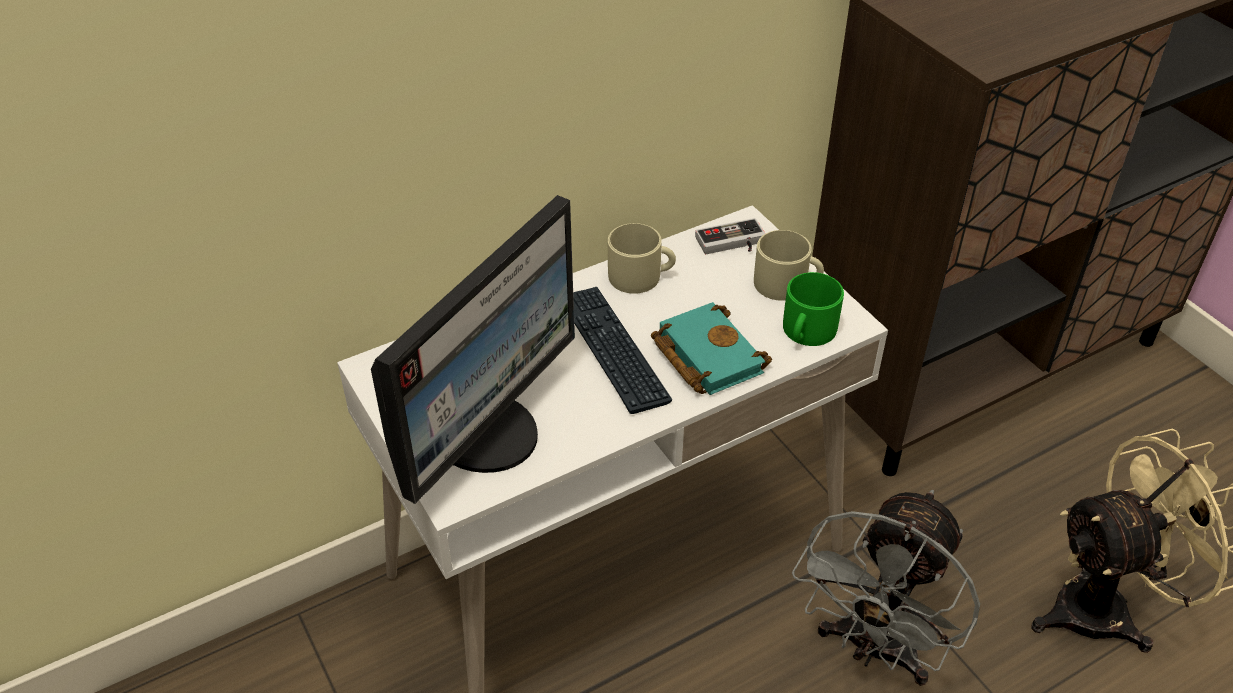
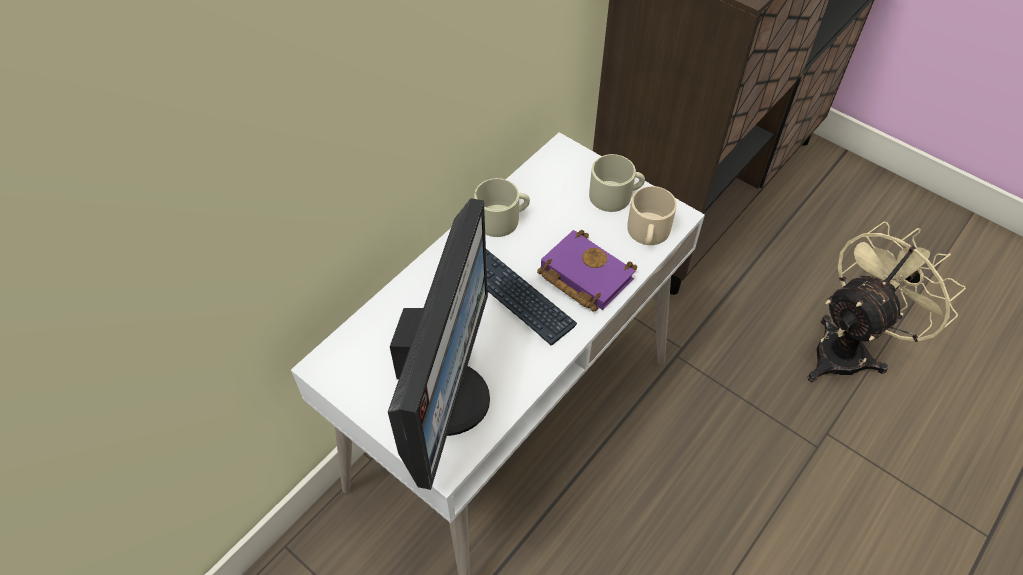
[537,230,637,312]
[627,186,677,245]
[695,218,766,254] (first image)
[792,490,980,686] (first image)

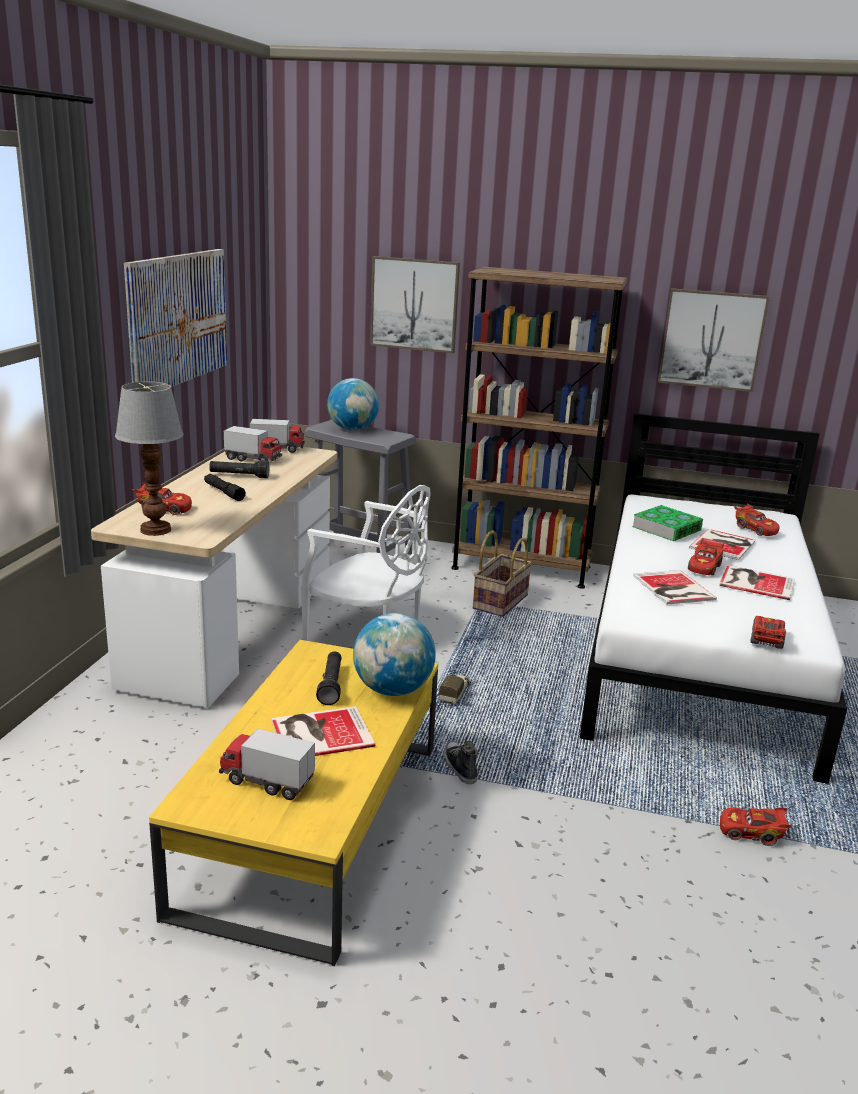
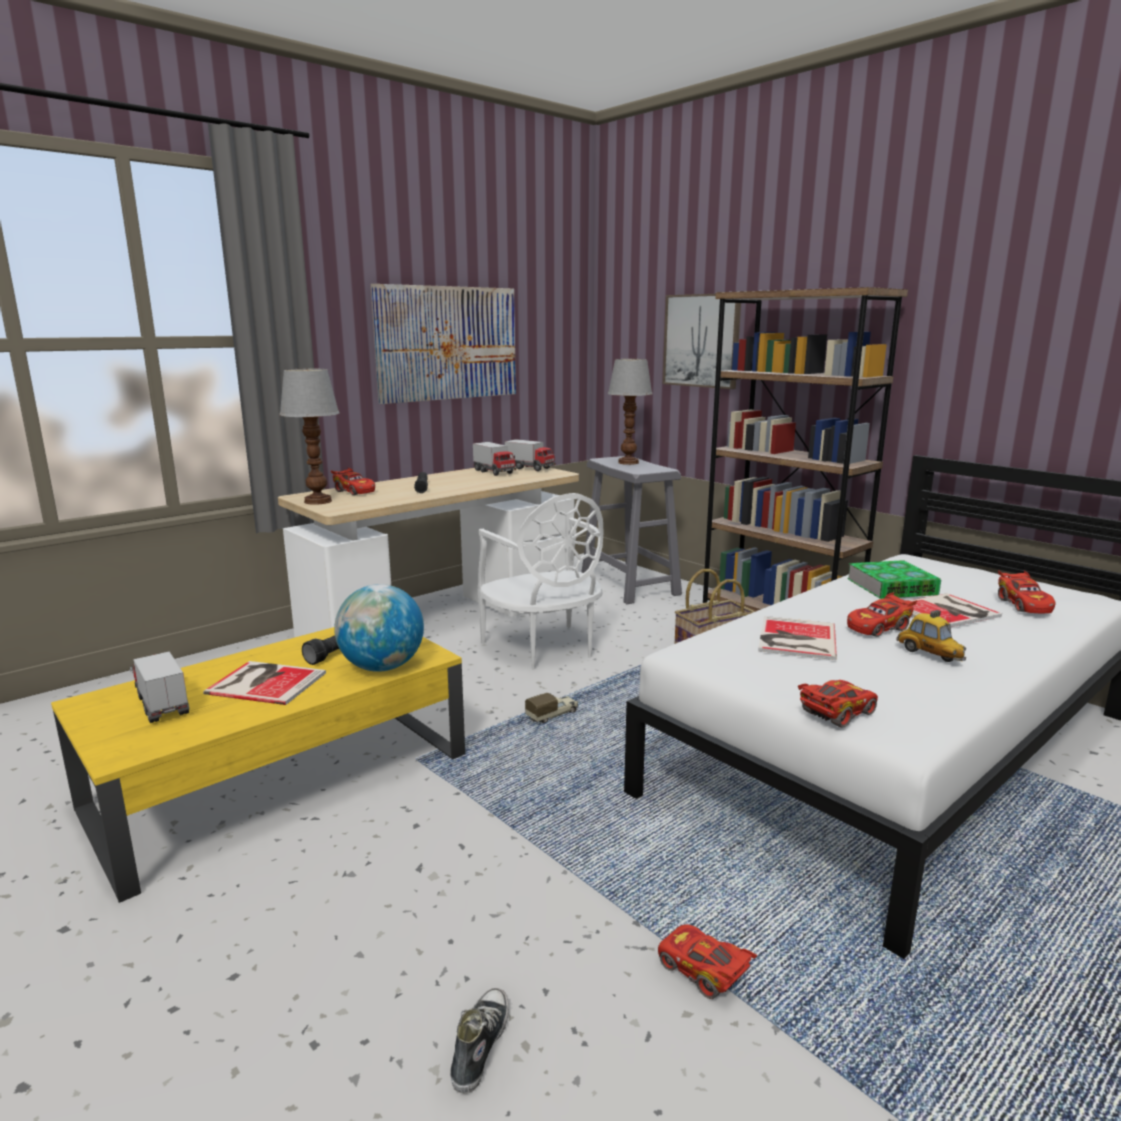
[450,988,509,1094]
[608,359,652,465]
[897,610,966,662]
[209,460,269,478] (first image)
[658,288,769,392] (first image)

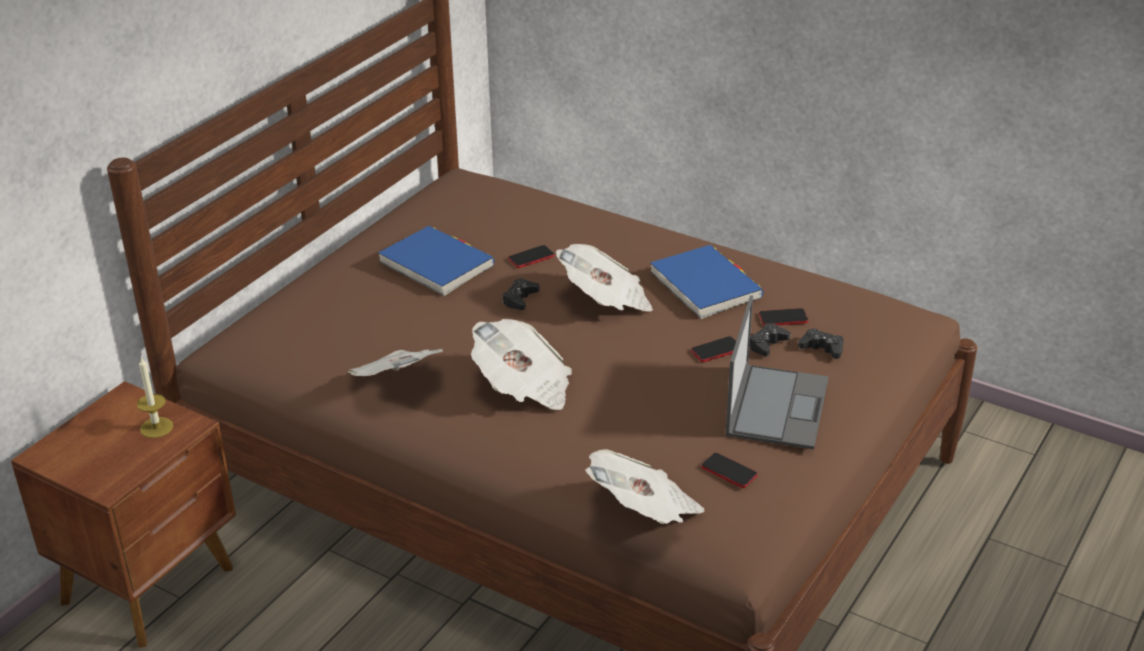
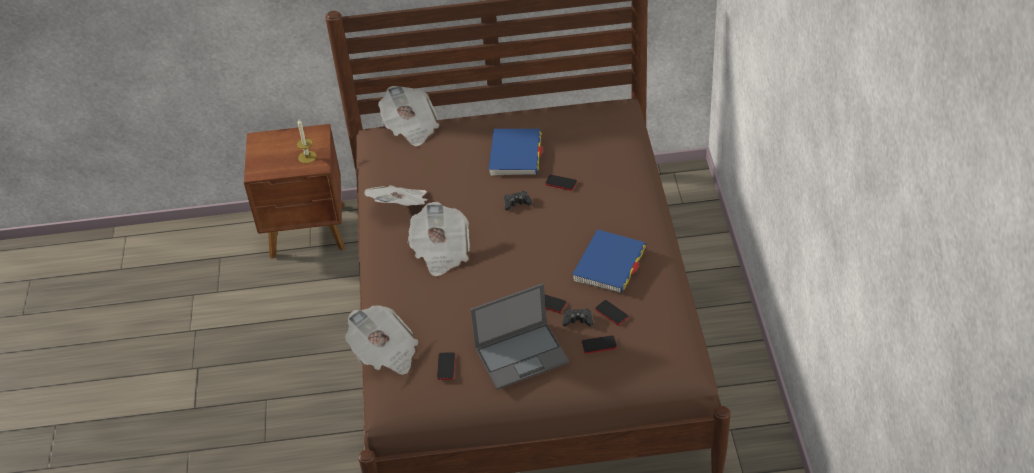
[378,86,439,146]
[582,335,617,354]

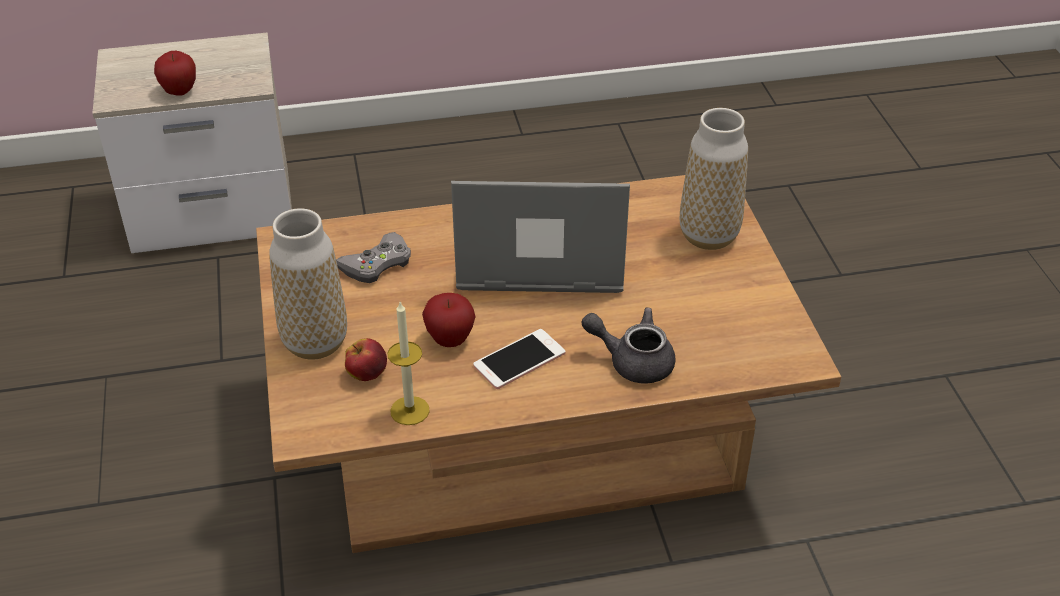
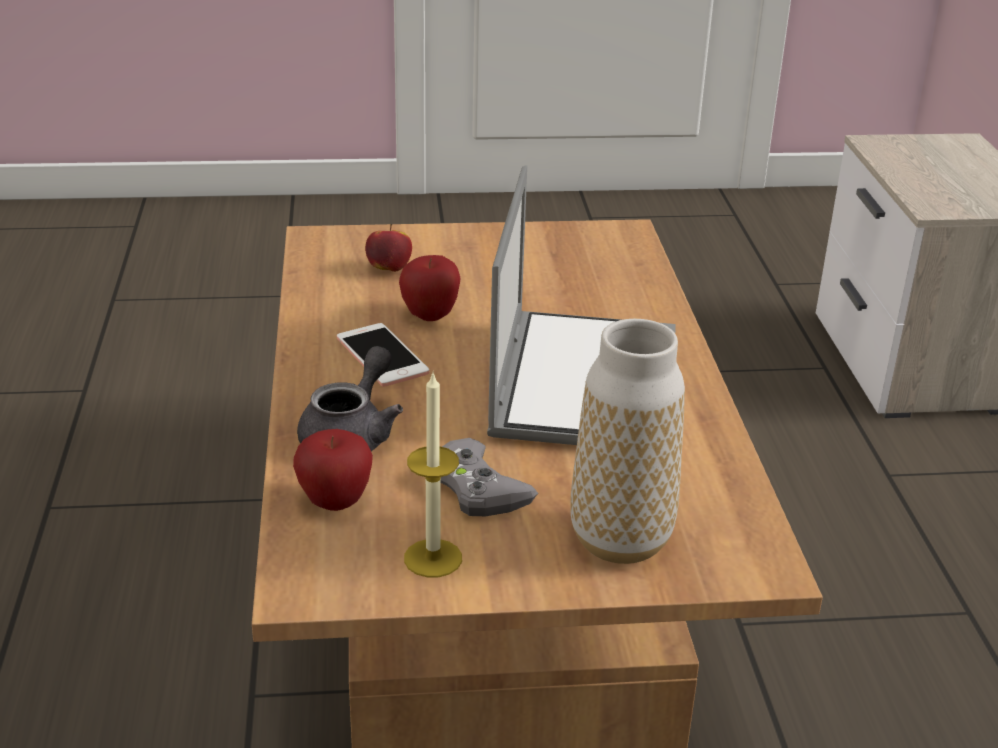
[293,429,373,511]
[404,371,462,577]
[441,438,538,516]
[269,208,347,360] (first image)

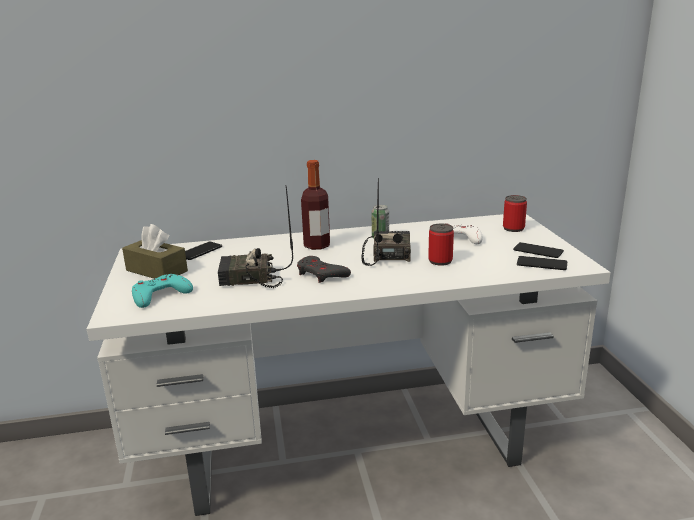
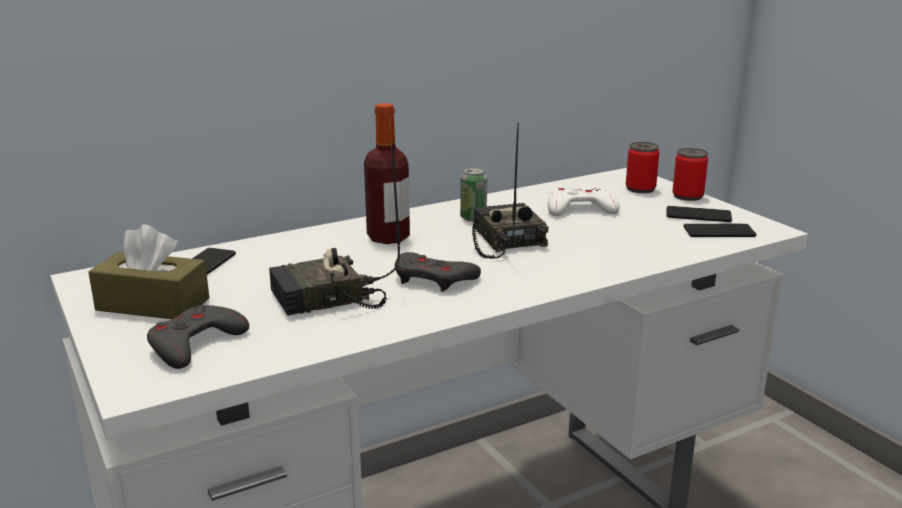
[147,305,249,369]
[672,148,708,201]

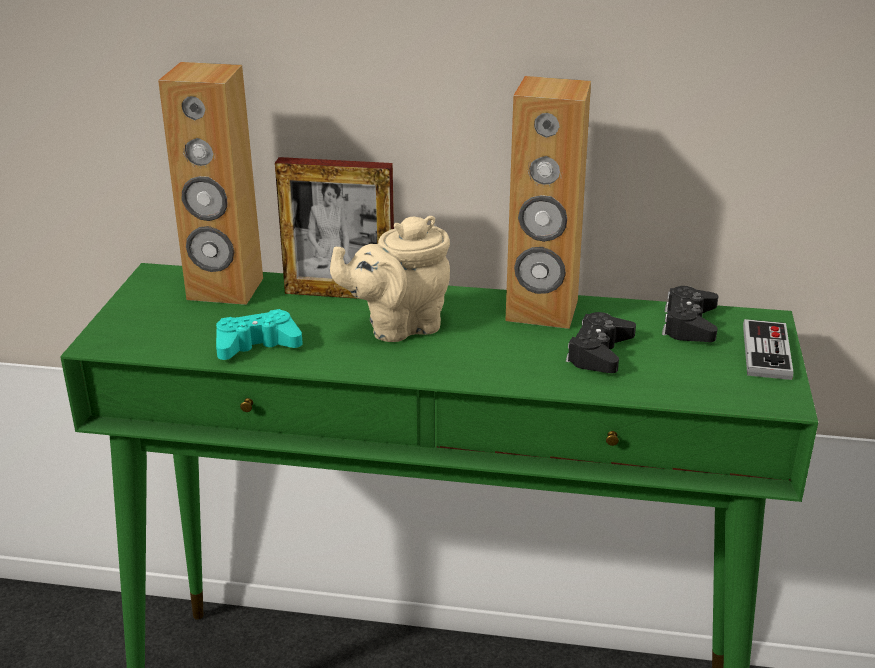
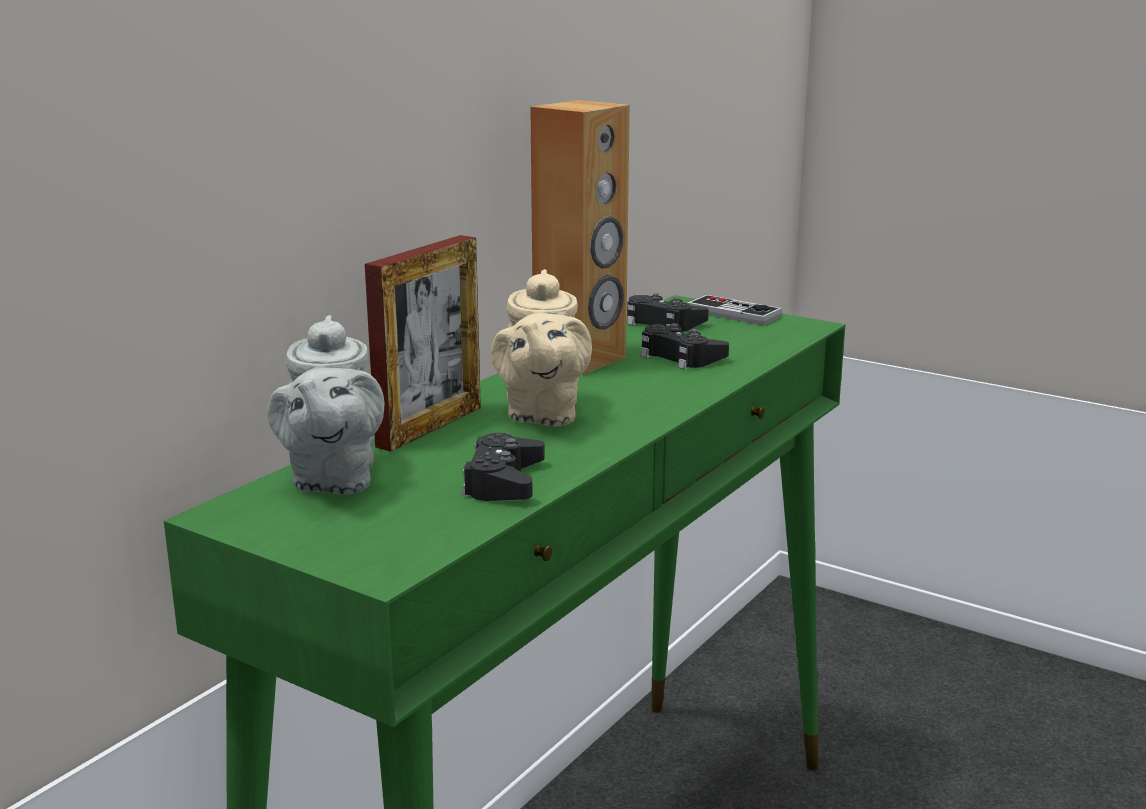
[267,315,384,495]
[462,433,545,501]

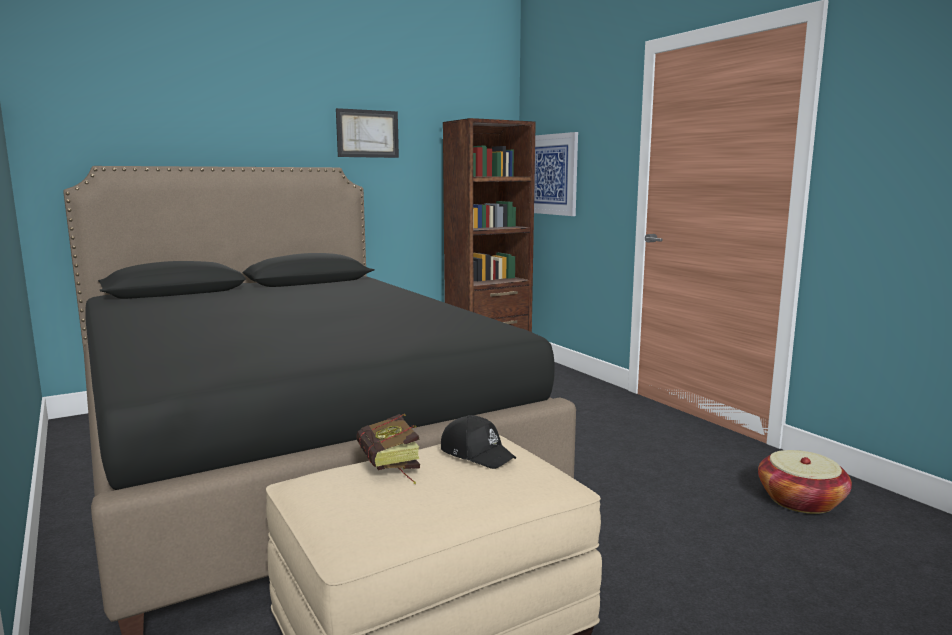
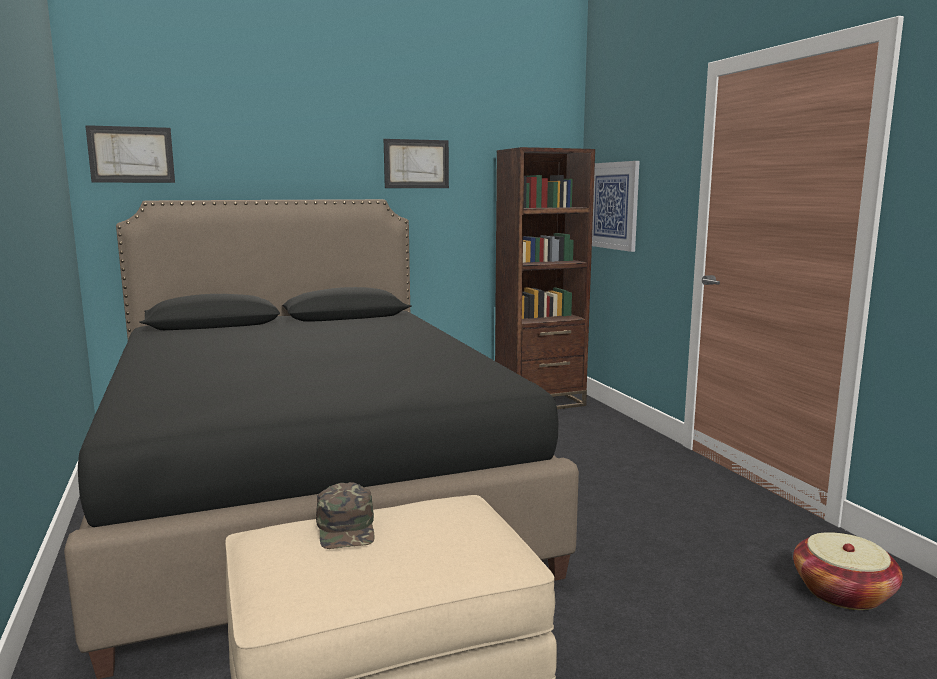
[85,125,175,183]
[316,482,375,549]
[441,415,517,469] (first image)

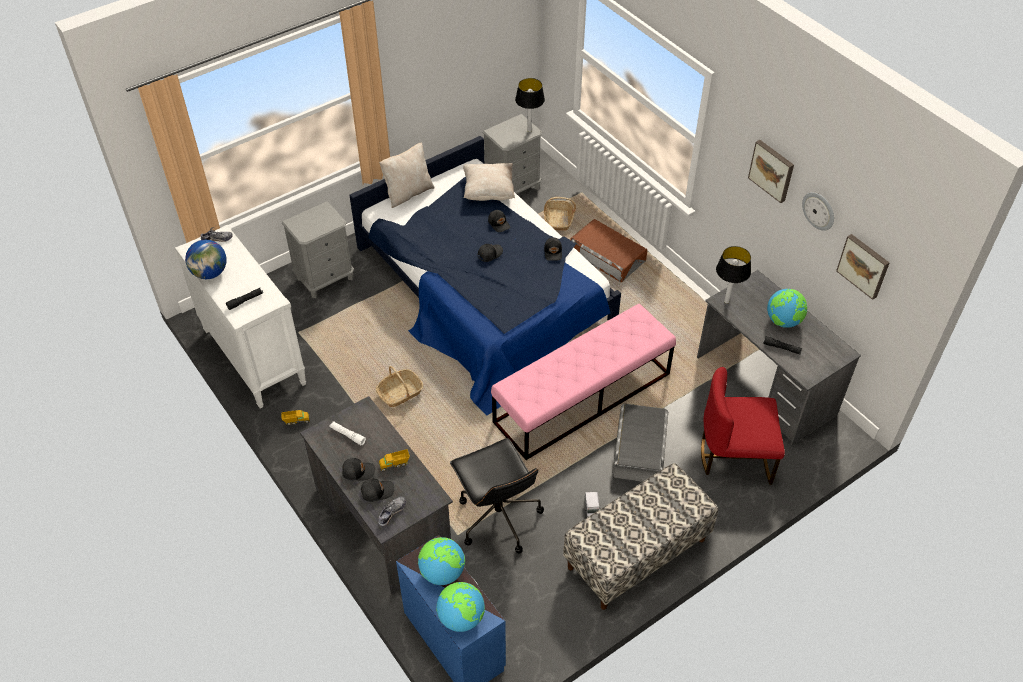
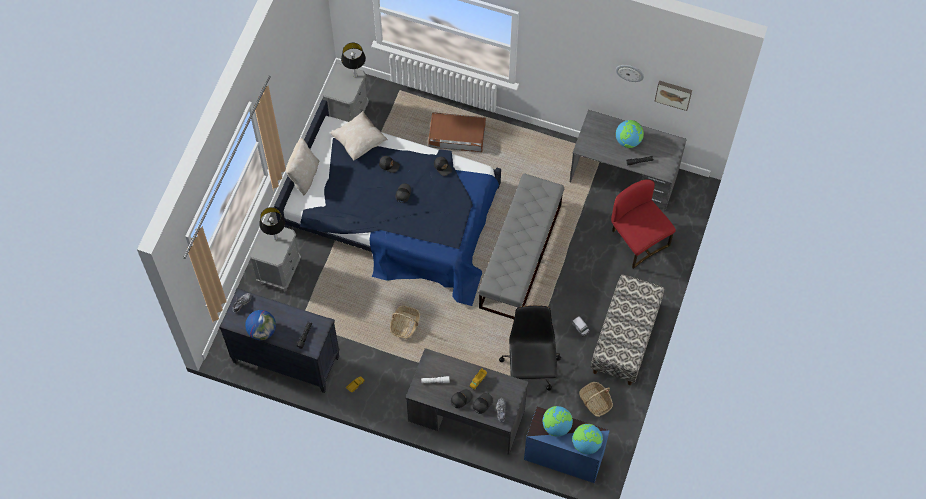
[219,288,340,393]
[259,207,285,240]
[478,173,564,319]
[499,305,561,391]
[579,382,613,417]
[611,179,676,269]
[612,404,668,482] (first image)
[748,140,794,203] (first image)

